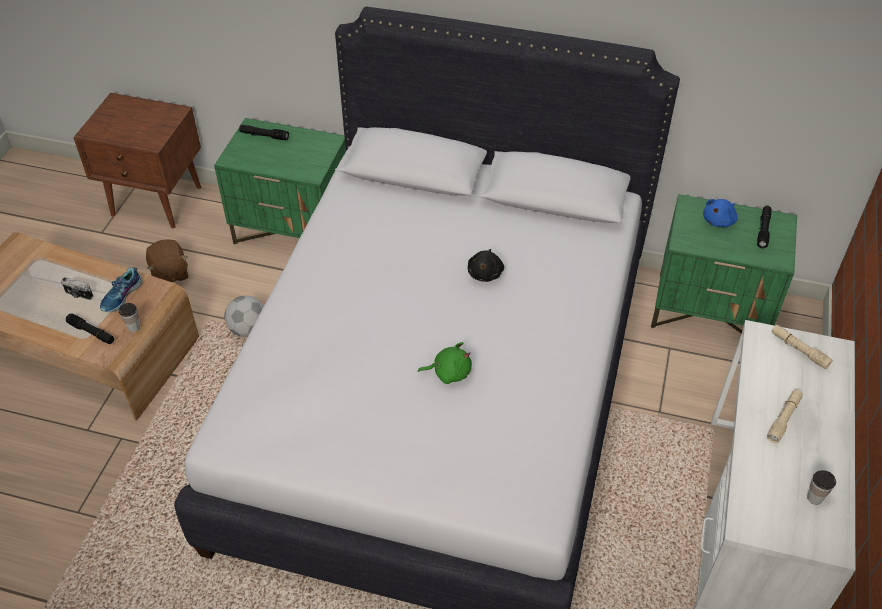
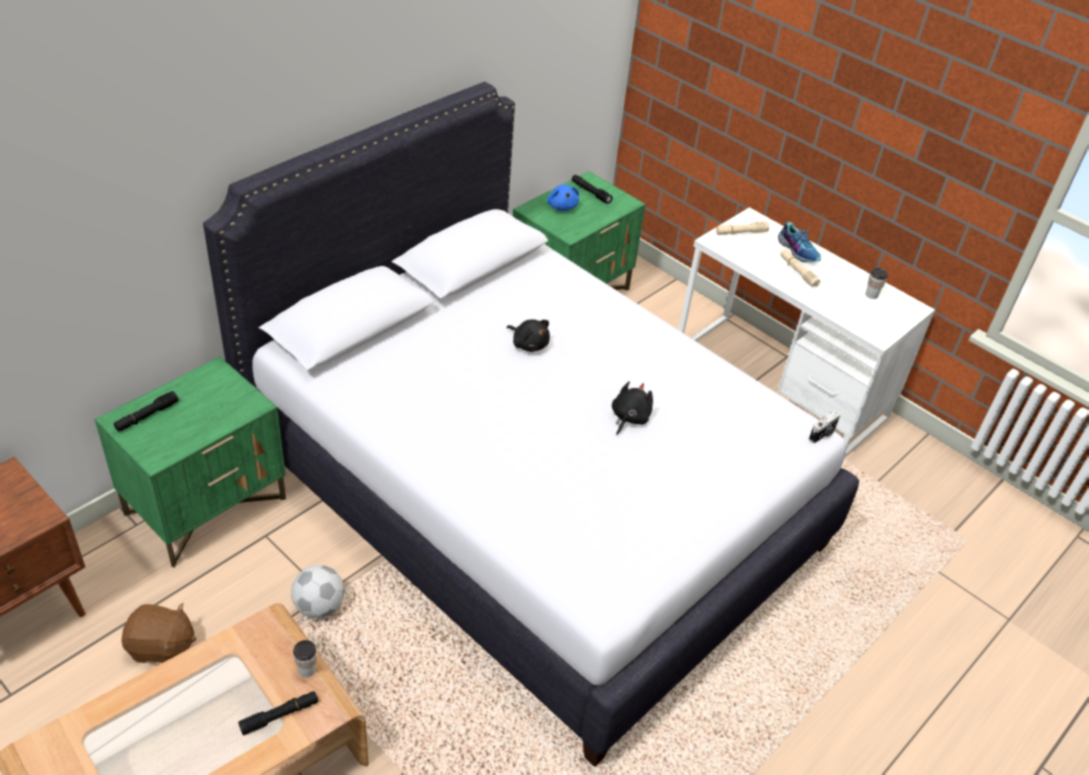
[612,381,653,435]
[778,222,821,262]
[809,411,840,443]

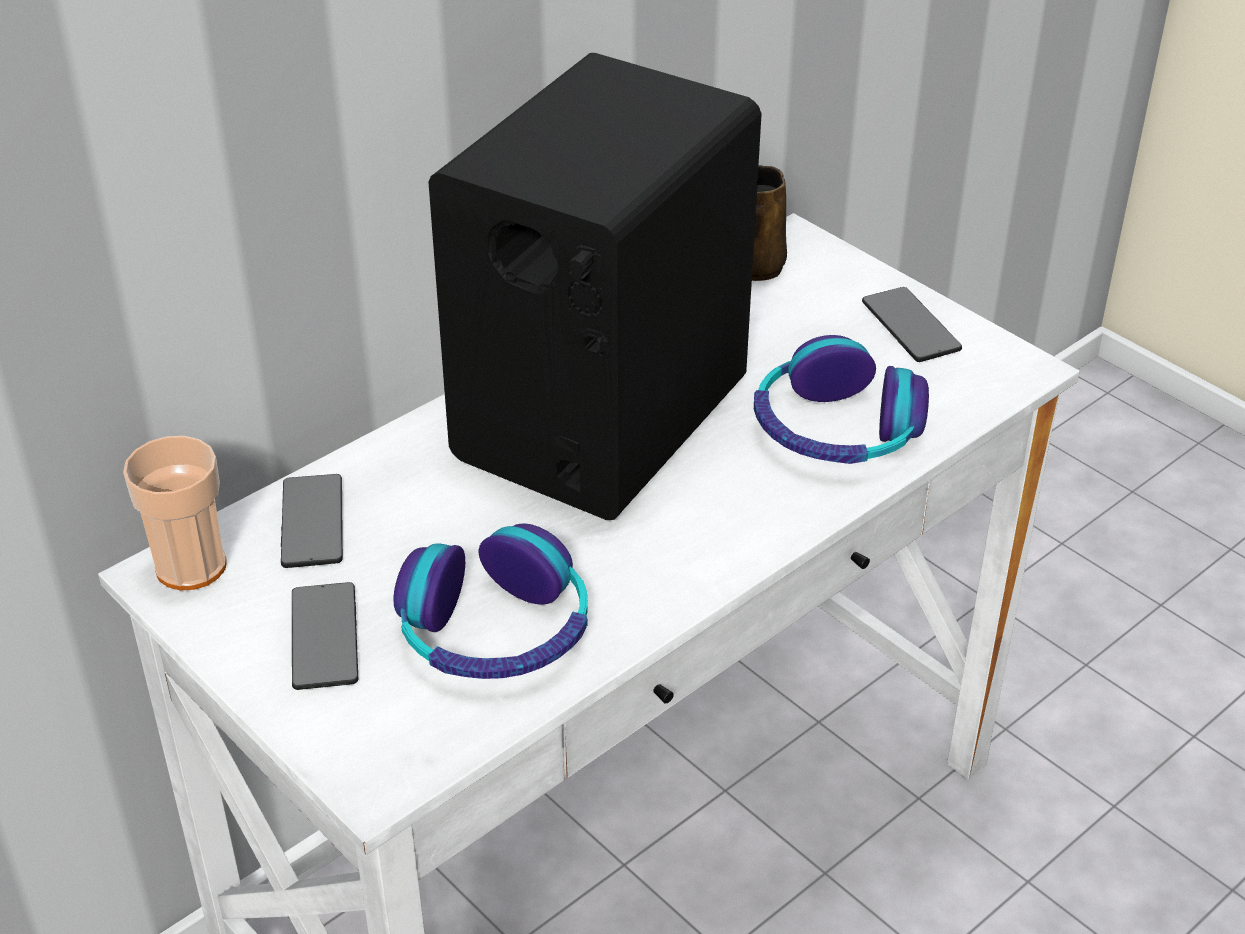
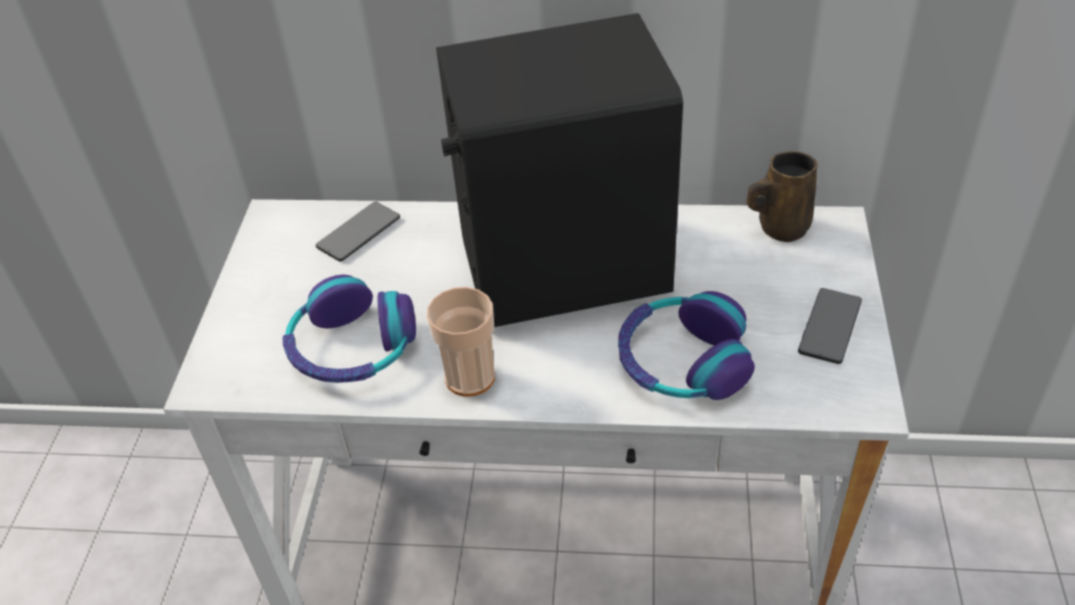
[427,287,495,397]
[292,582,358,690] (first image)

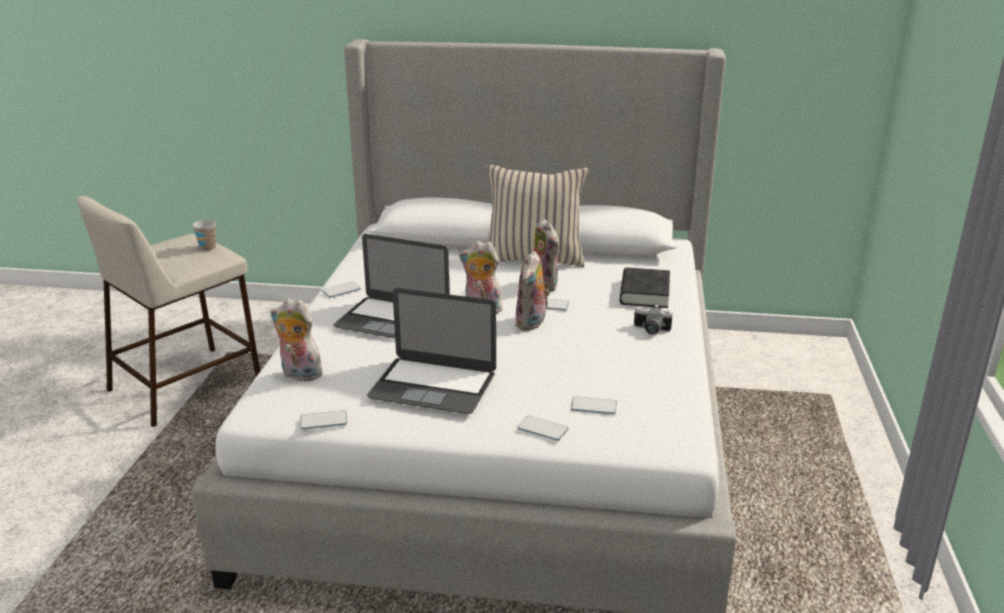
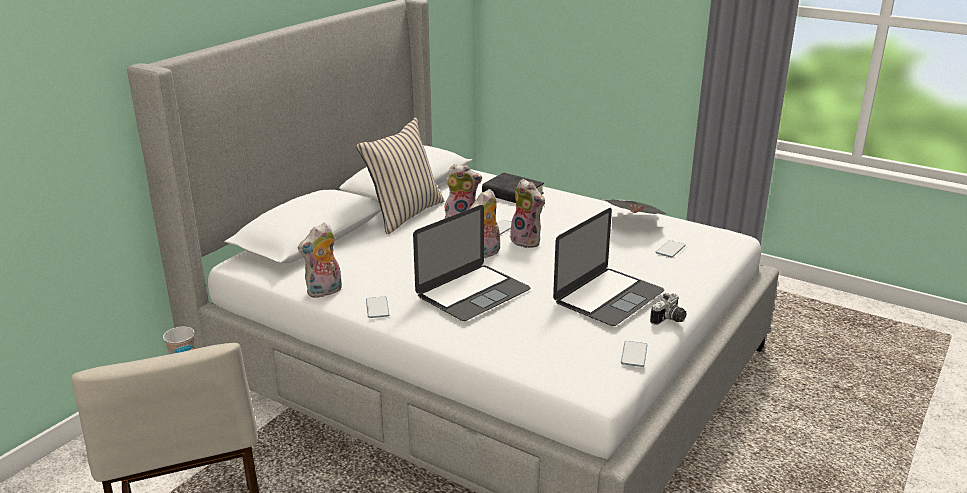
[298,223,342,298]
[603,199,666,214]
[650,293,686,325]
[517,416,569,441] (first image)

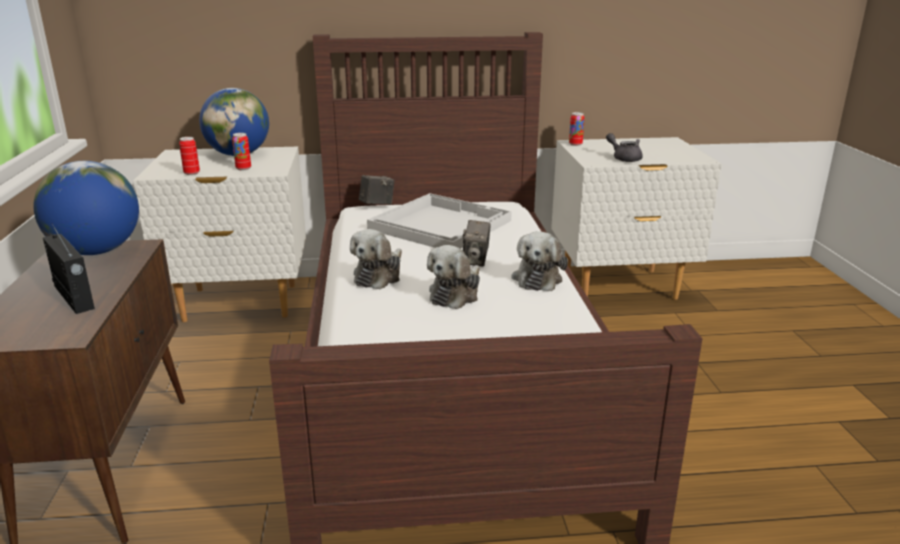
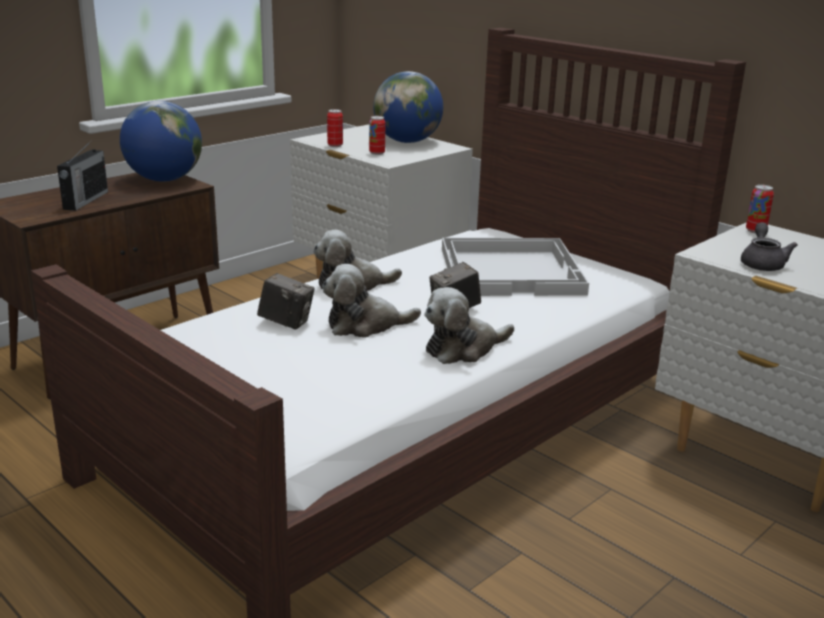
[257,273,315,329]

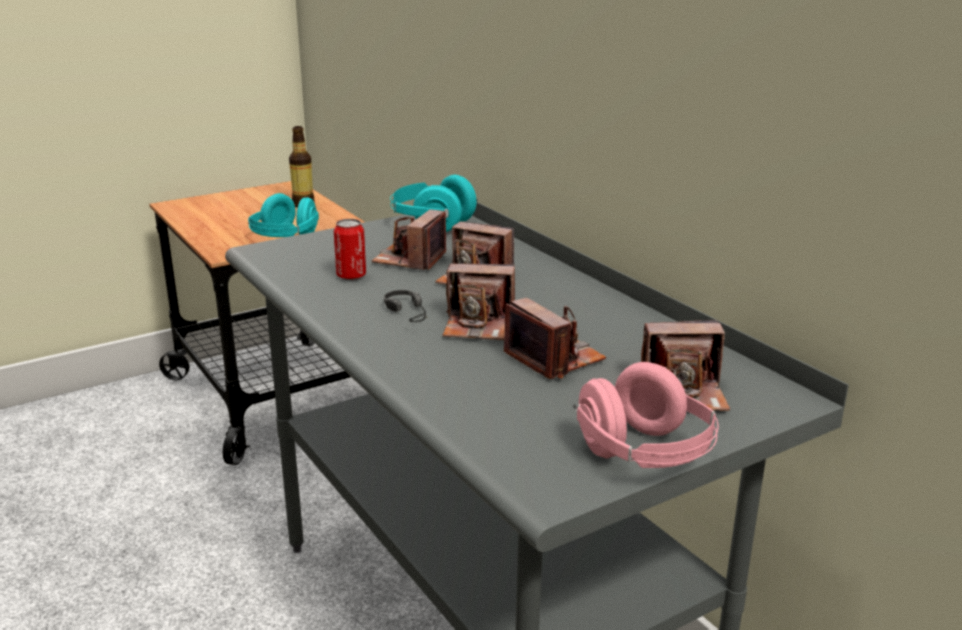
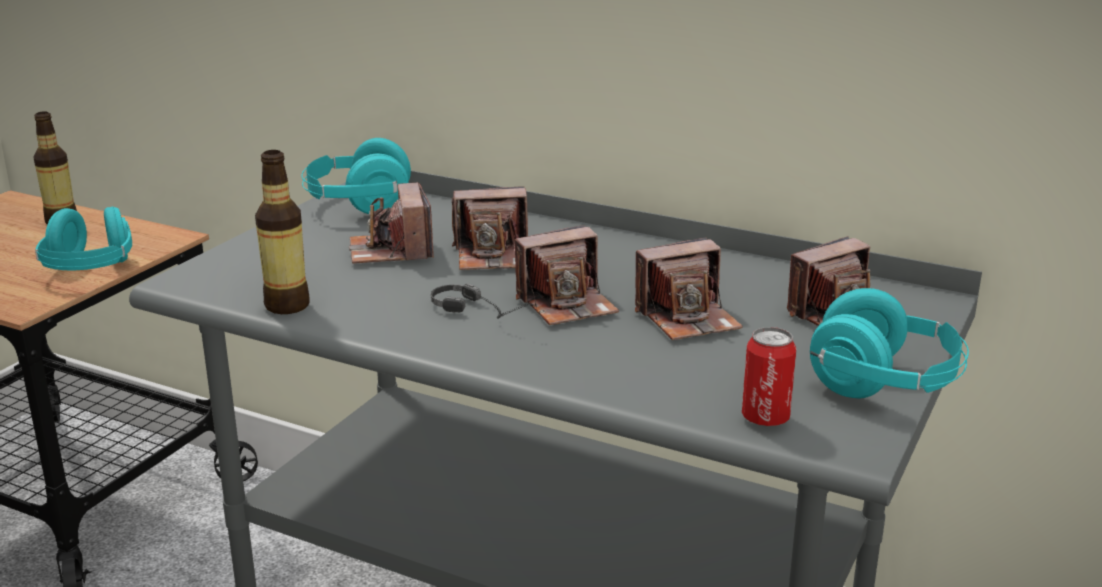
[255,150,310,314]
[635,237,743,340]
[742,327,797,427]
[810,288,969,398]

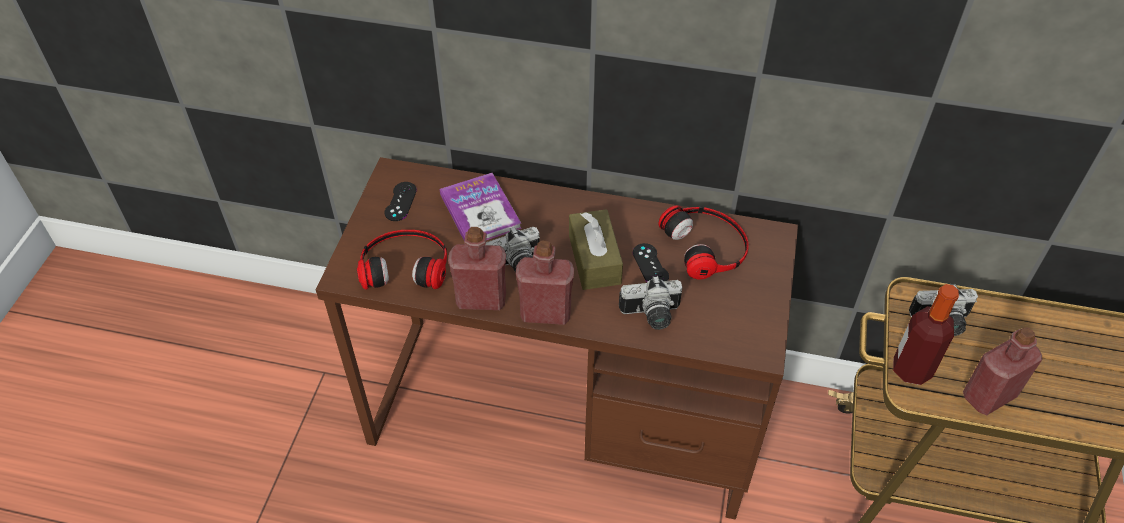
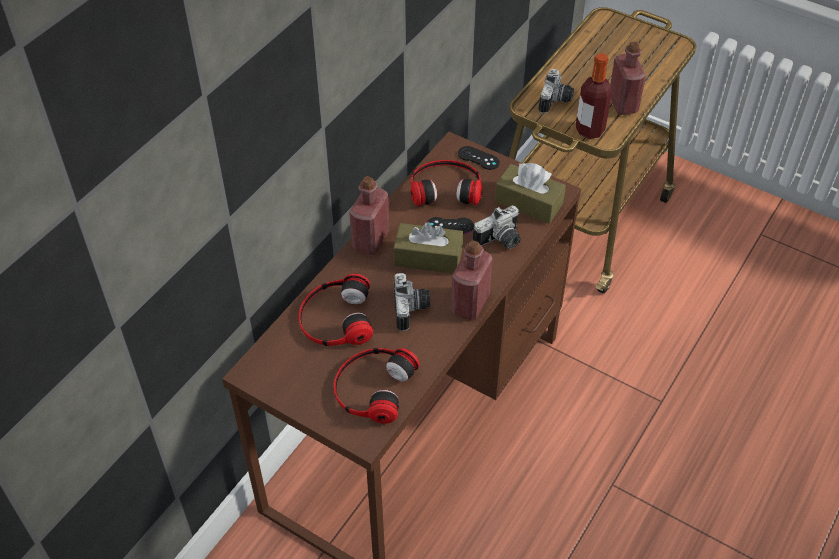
[299,273,373,346]
[349,176,389,255]
[458,146,500,170]
[473,206,521,249]
[495,163,566,224]

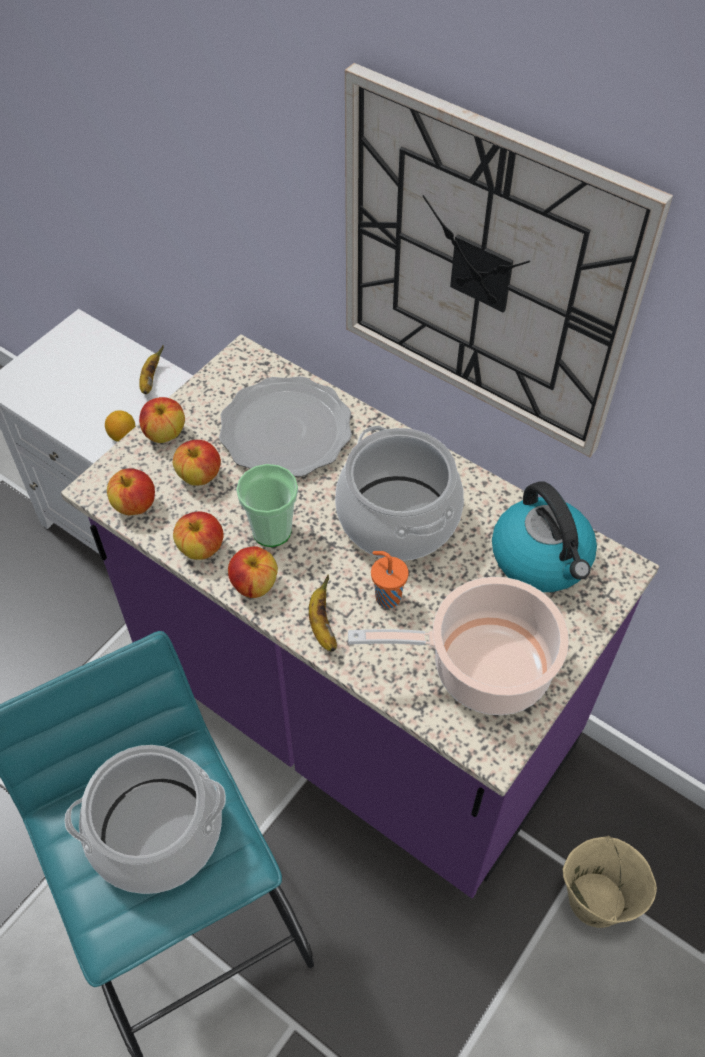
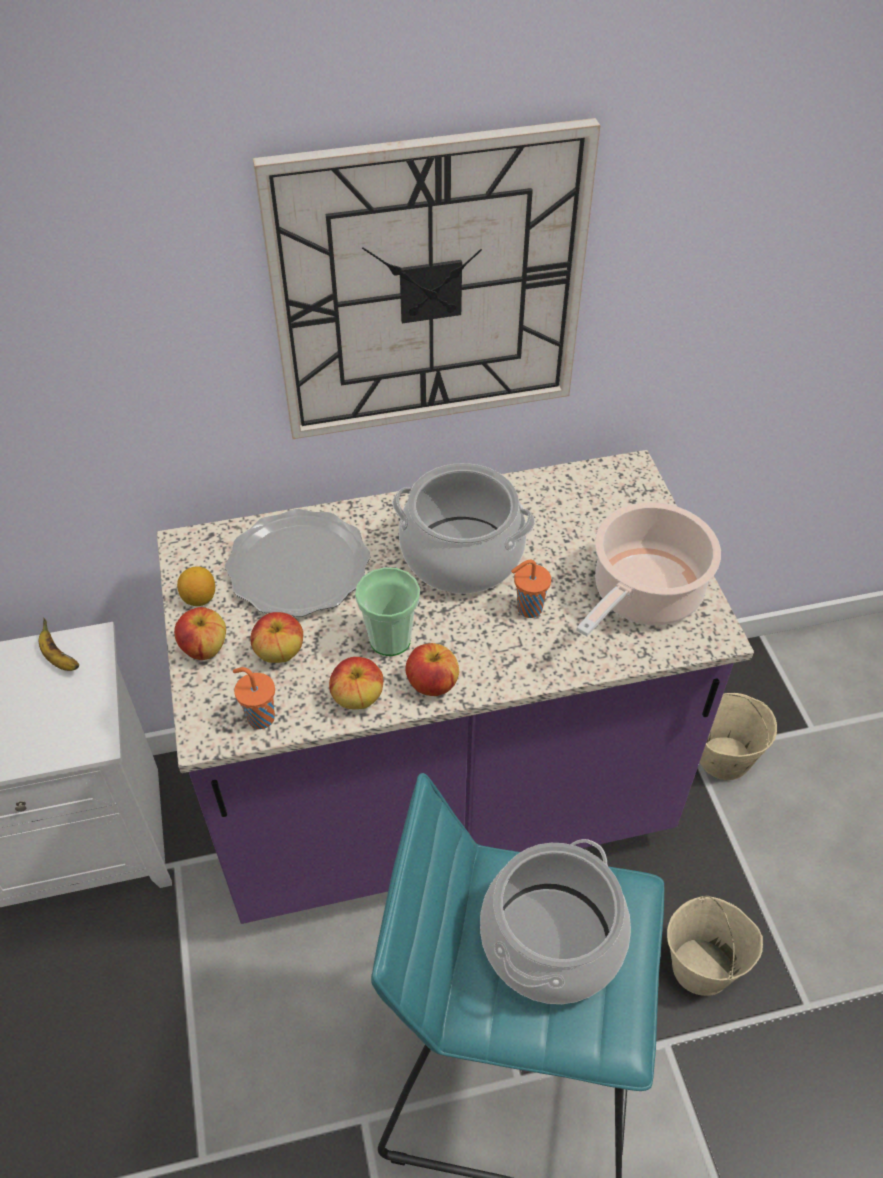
[177,566,215,606]
[233,667,275,729]
[667,896,763,996]
[309,575,337,651] (first image)
[492,481,597,592] (first image)

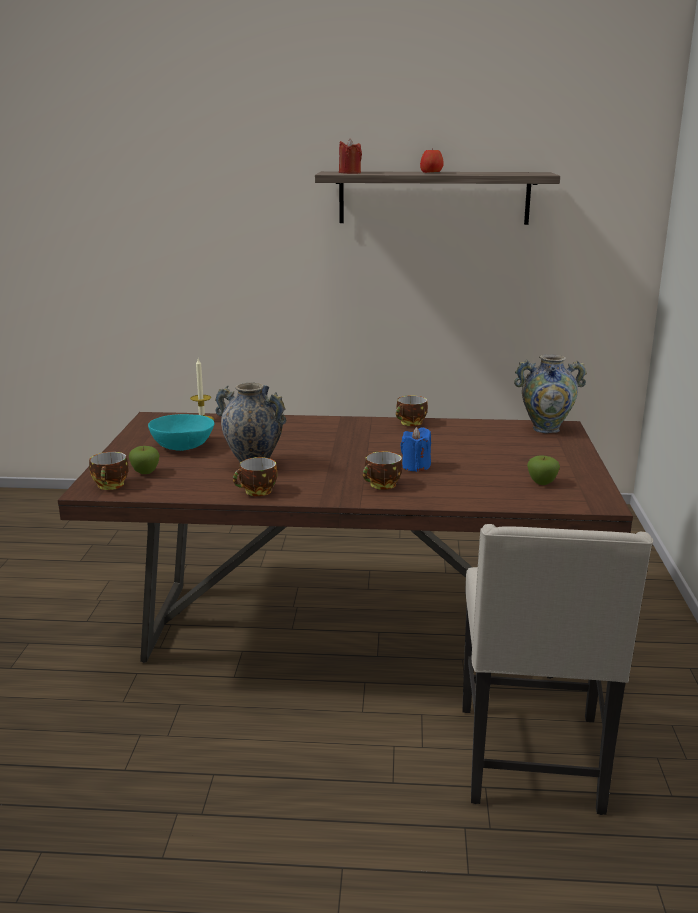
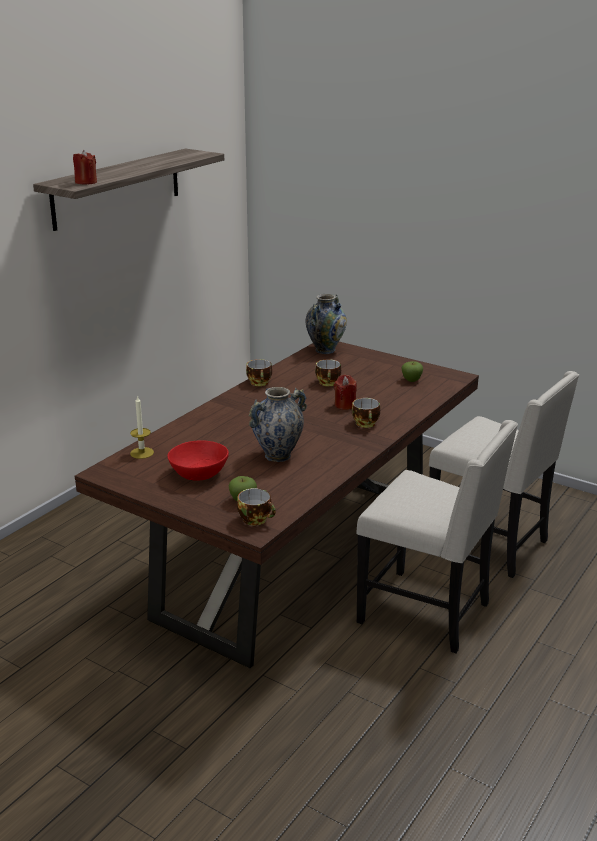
[167,440,229,481]
[315,359,341,386]
[334,375,357,410]
[356,420,518,653]
[420,148,443,173] (first image)

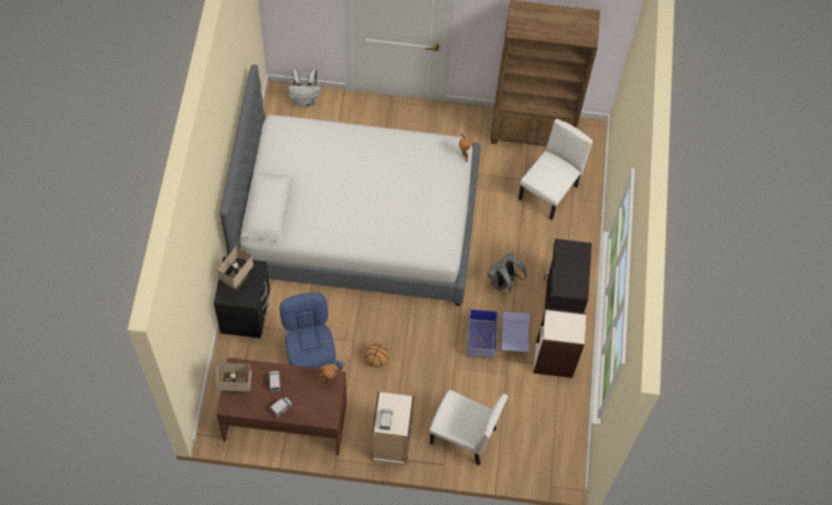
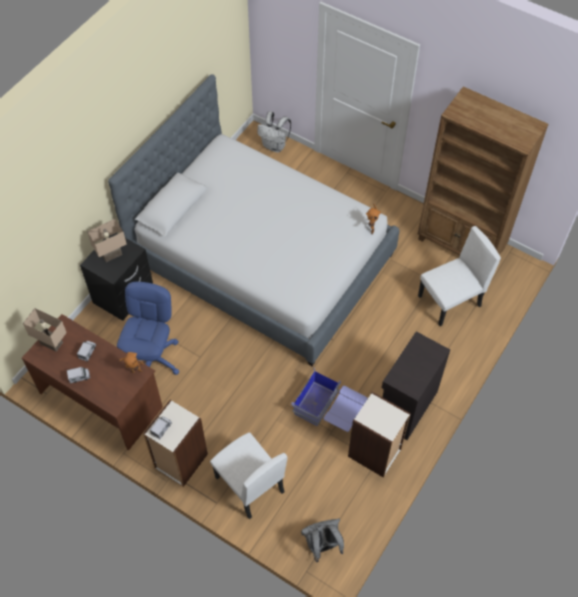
[301,518,344,562]
[365,343,389,368] (first image)

